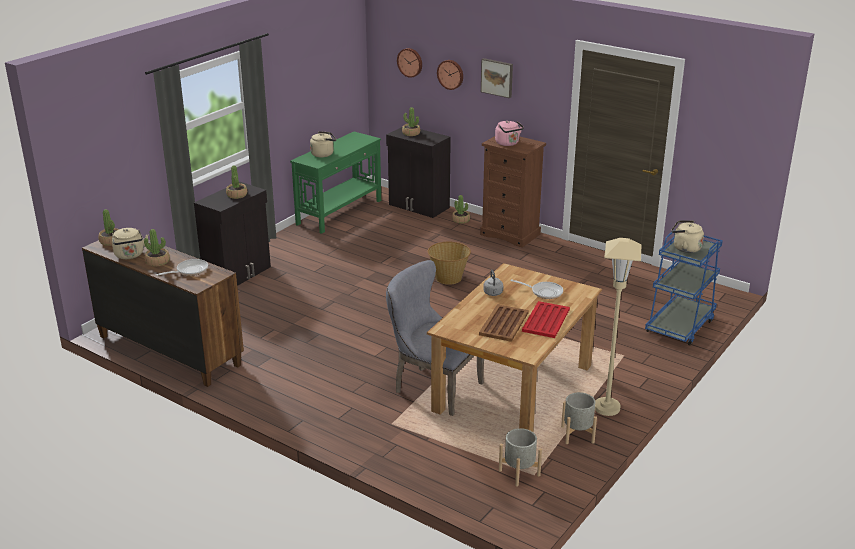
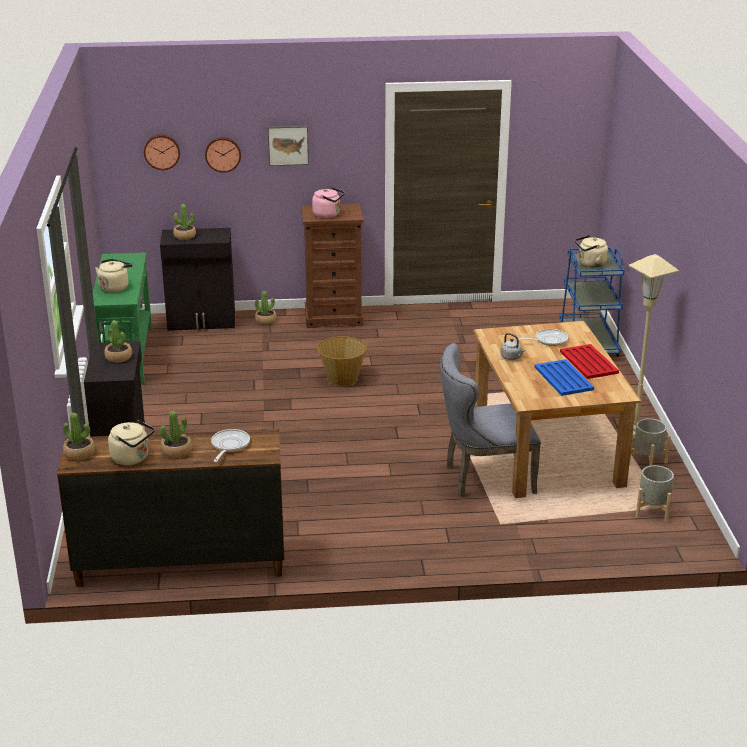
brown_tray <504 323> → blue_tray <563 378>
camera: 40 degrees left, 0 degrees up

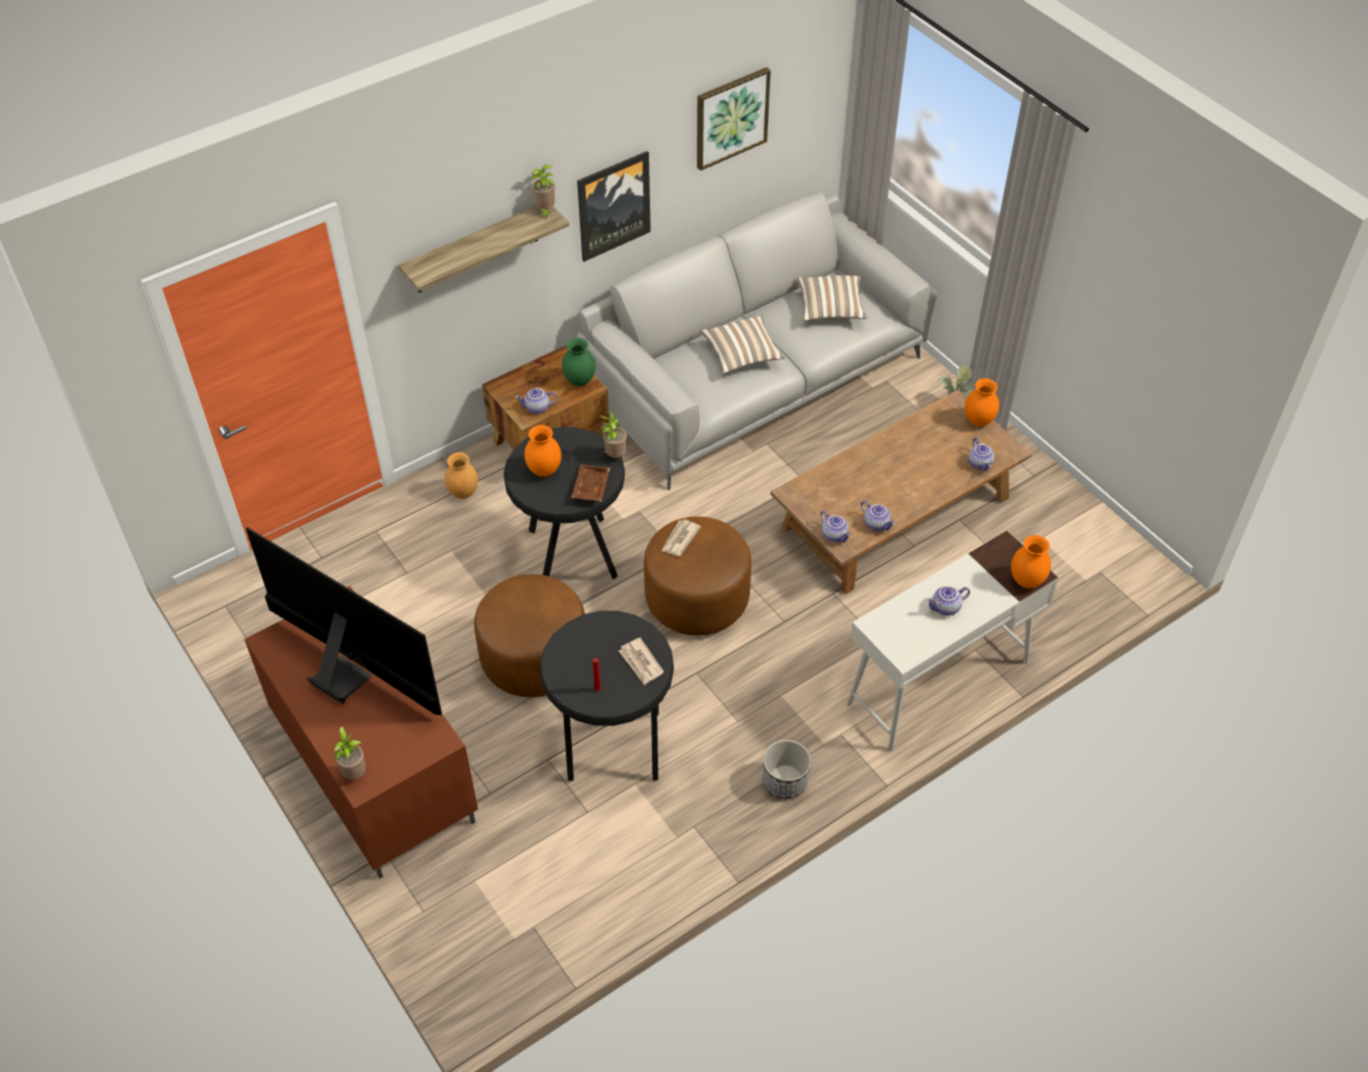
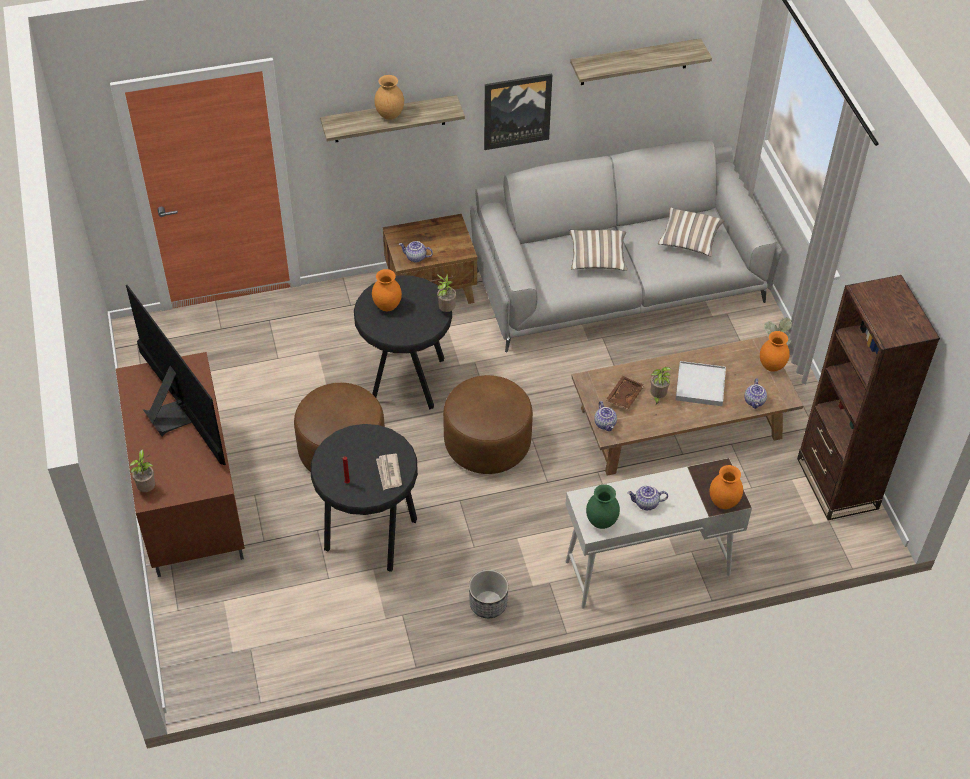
brown_vase <463 492> → brown_vase <390 115>, shifted
picture <731 117> → shelf <634 62>
green_vase <580 381> → green_vase <602 522>, shifted
brown_tray <590 487> → brown_tray <623 396>, shifted
potted_plant <545 211> → potted_plant <657 397>, shifted
- → white_tray <700 385>
- → brown_bookcase <837 483>
newspaper <680 539> → -
teapot <877 524> → -
camera: 20 degrees right, 0 degrees up

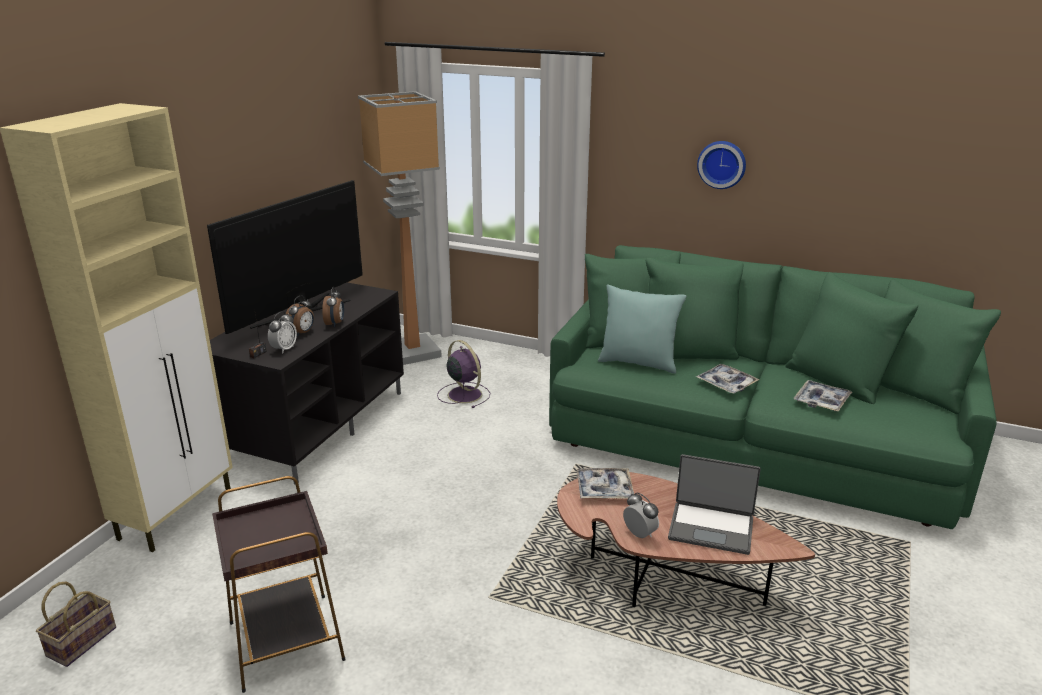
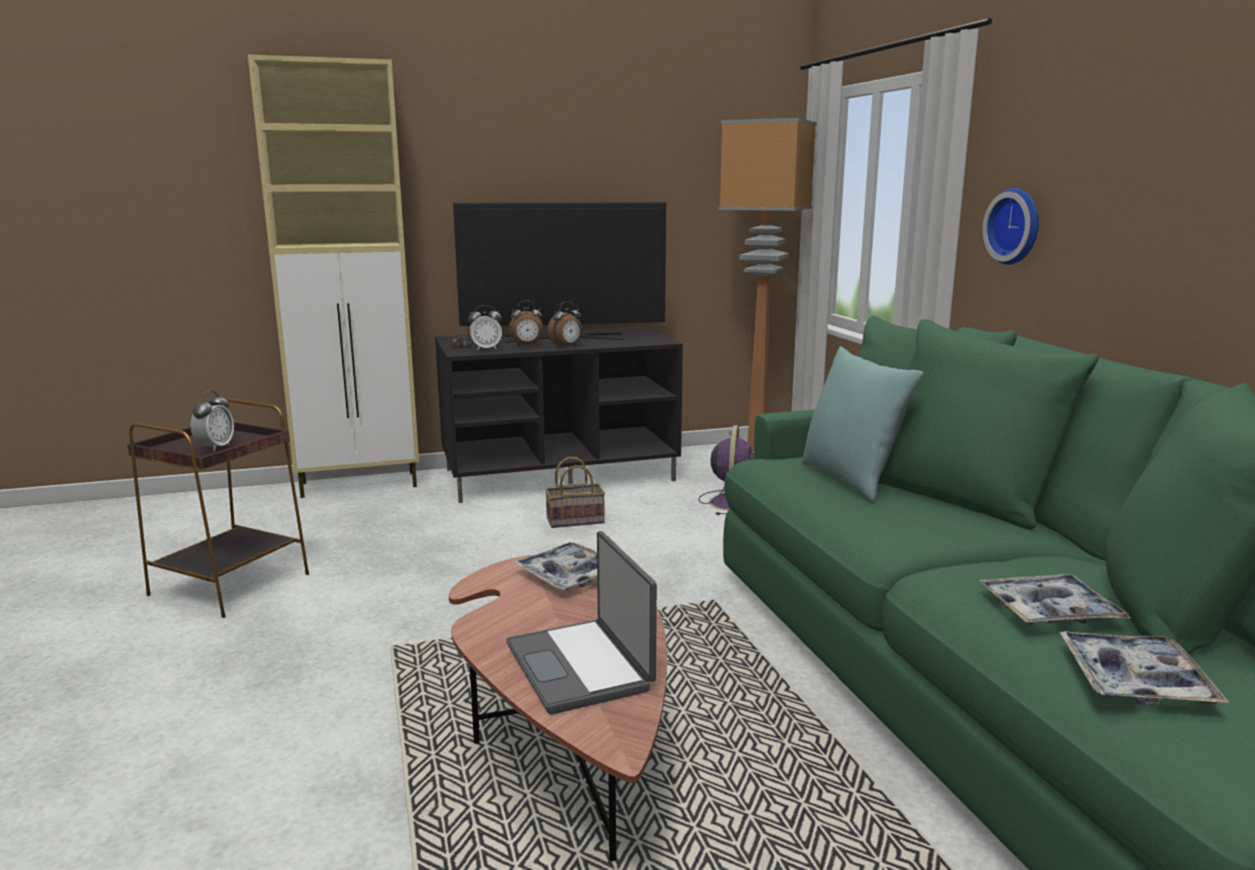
alarm_clock <639 534> → alarm_clock <215 448>, shifted
basket <82 640> → basket <576 520>, shifted
wall_clock <722 164> → wall_clock <1016 226>, shifted
tray <726 384> → tray <1134 680>, shifted
camera: 50 degrees right, 10 degrees down

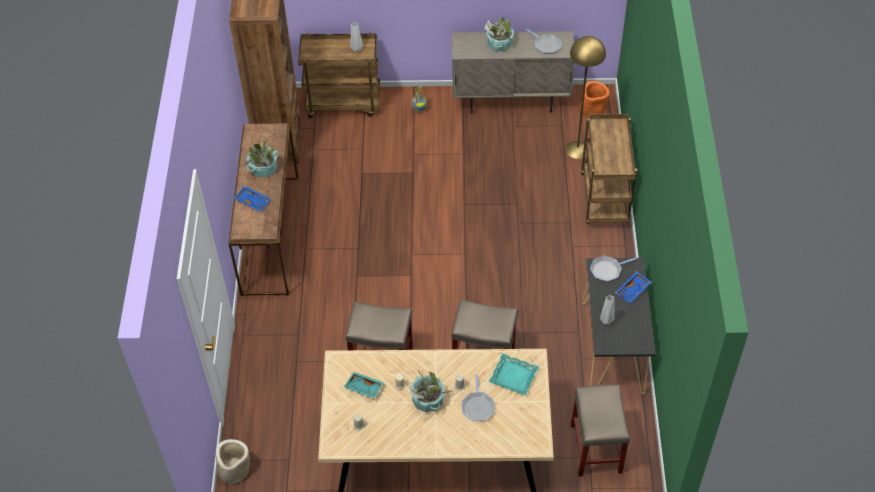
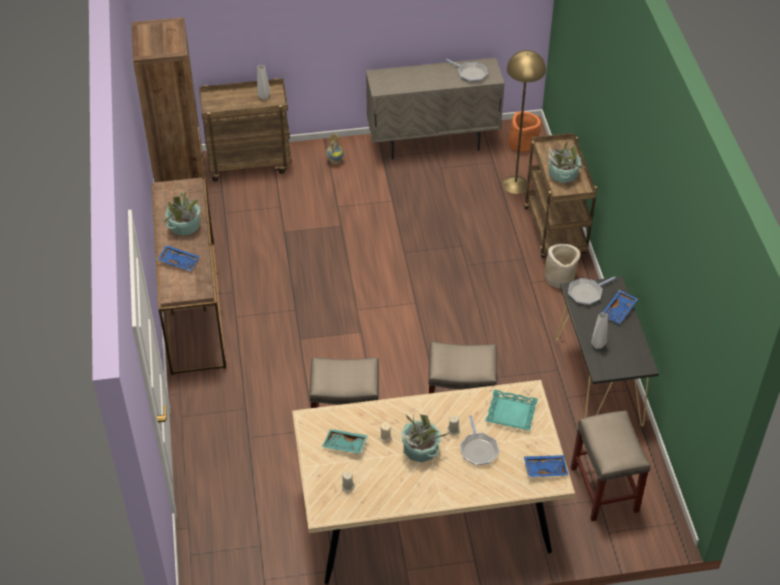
- → blue_tray <545 468>
beige_planter <234 470> → beige_planter <560 278>, shifted
potted_plant <499 44> → potted_plant <563 174>, shifted
camera: 10 degrees left, 5 degrees down

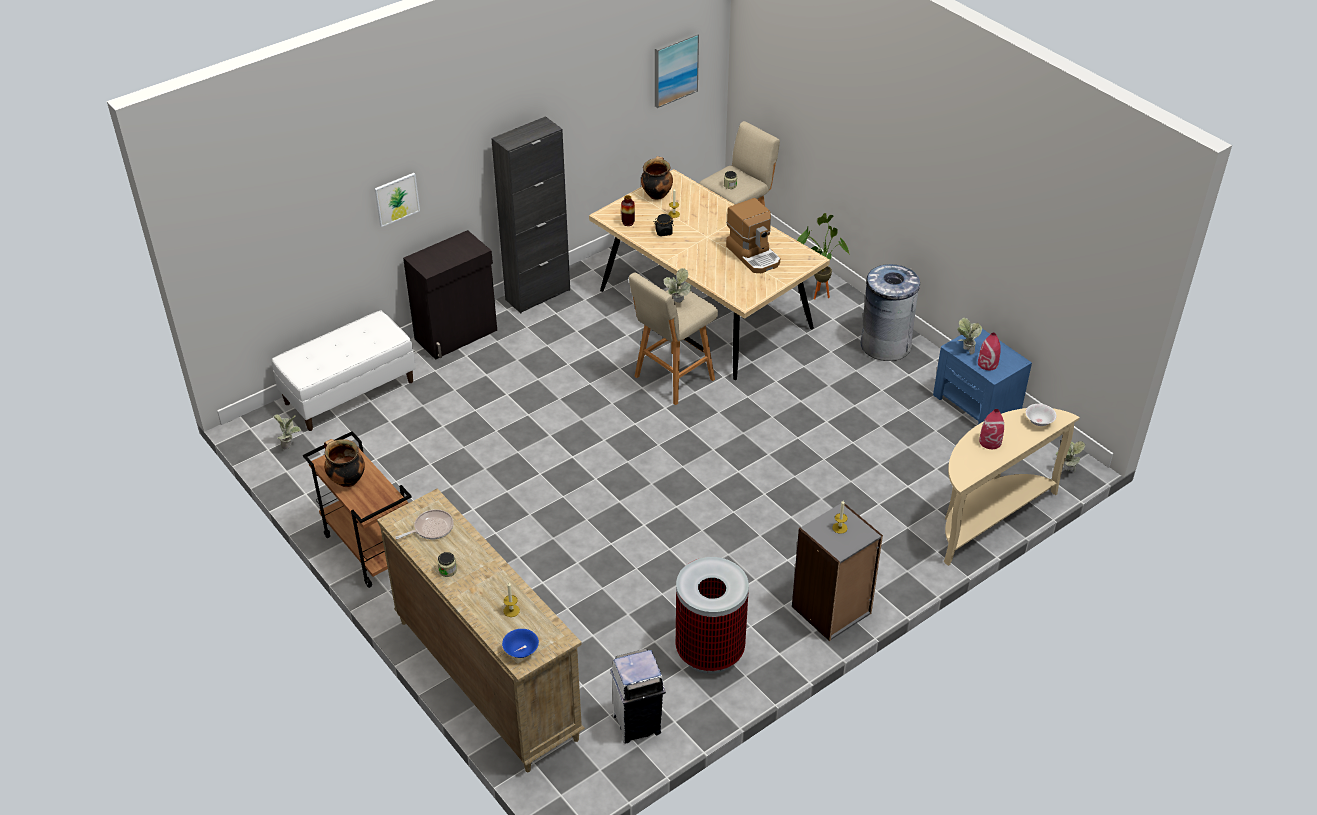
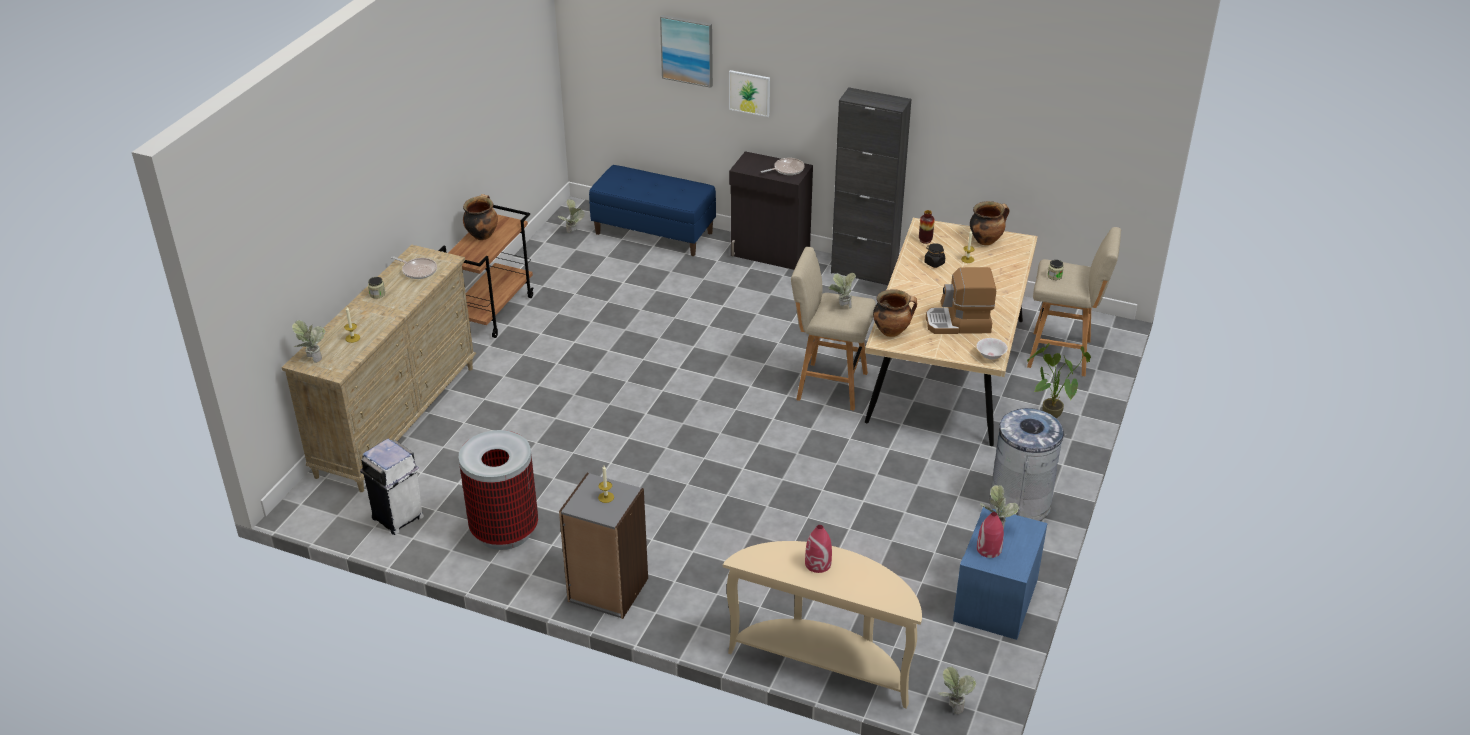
blue_bowl <521 651> → potted_plant <312 358>
white_bench <349 392> → blue_bench <654 233>
picture <675 69> → picture <687 50>, shifted
- → frying_pan <787 169>
- → cooking_pot <892 331>
coffee_machine <754 255> → coffee_machine <958 324>, 60 degrees clockwise
white_bowl <1038 421> → white_bowl <990 356>, shifted
camera: 60 degrees right, 5 degrees down

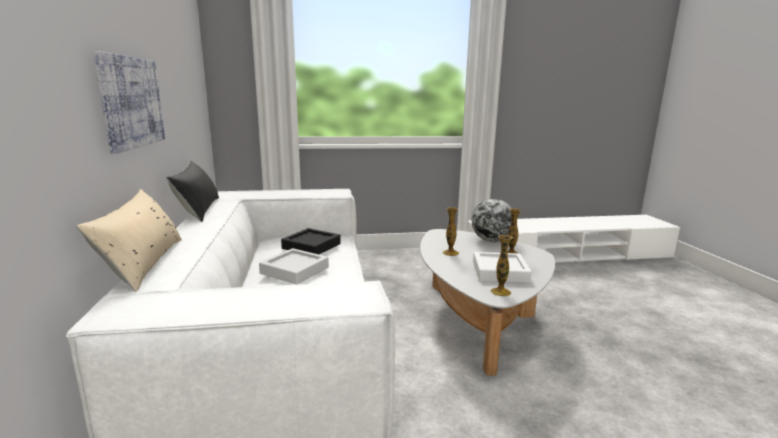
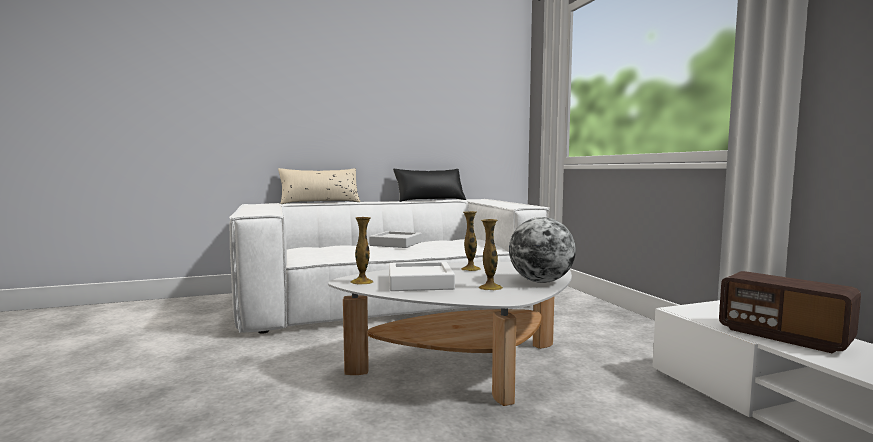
- → radio <783 336>
picture <131 102> → -
black_tray <311 246> → -
camera: 80 degrees right, 10 degrees down

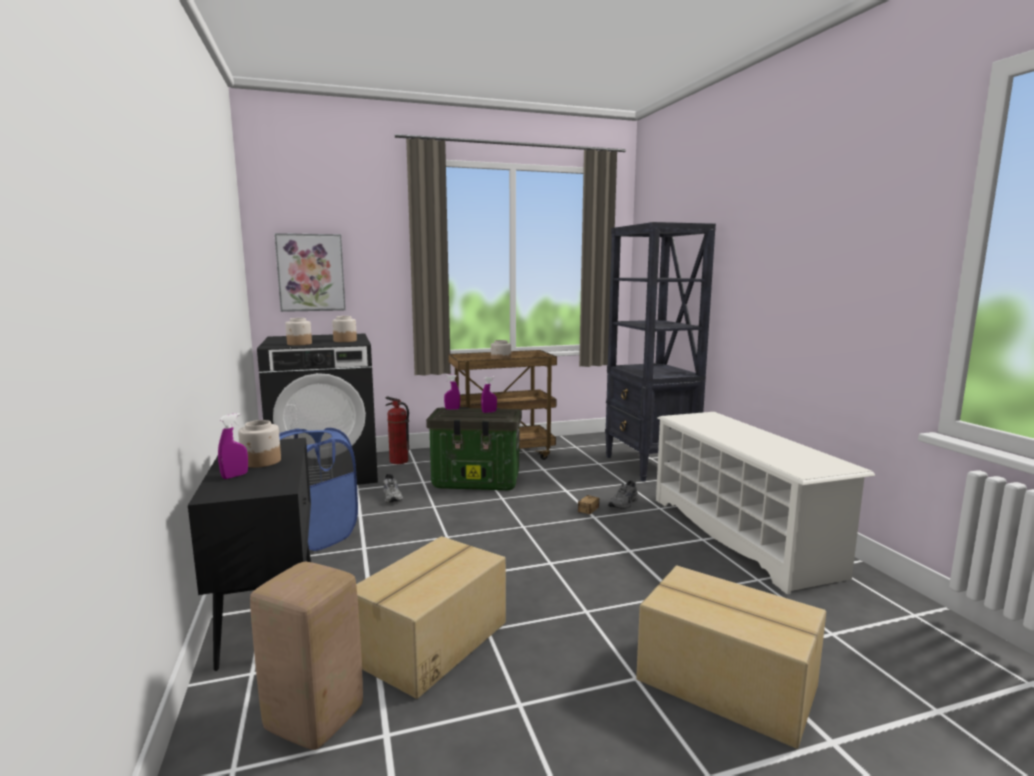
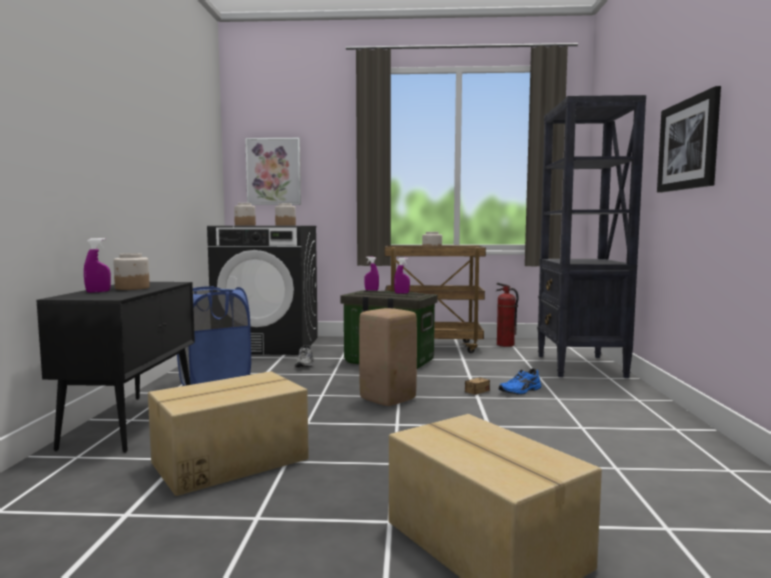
beige_stool <314 720> → beige_stool <388 400>, shifted
fire_extinguisher <398 461> → fire_extinguisher <505 345>, shifted
grey_shoe <624 503> → blue_shoe <521 391>
- → picture <688 144>
white_shoe_rack <741 535> → -
camera: 20 degrees right, 5 degrees down

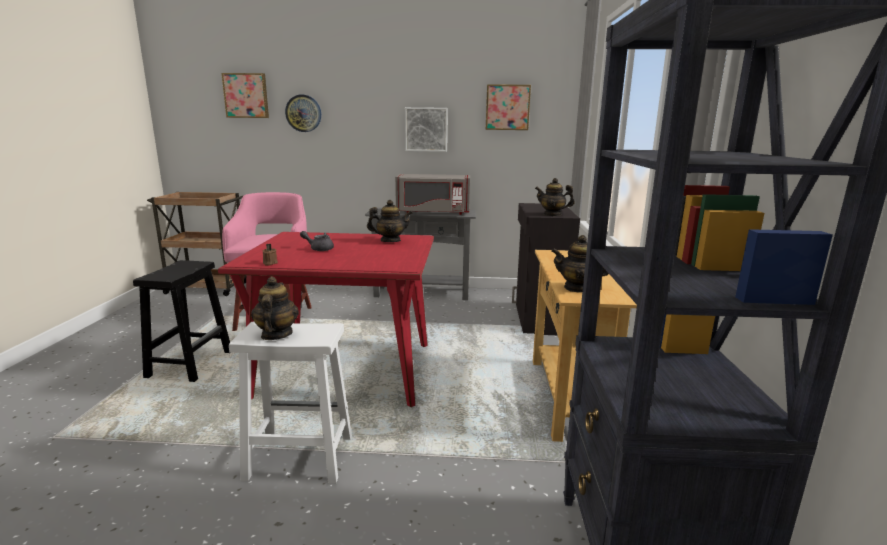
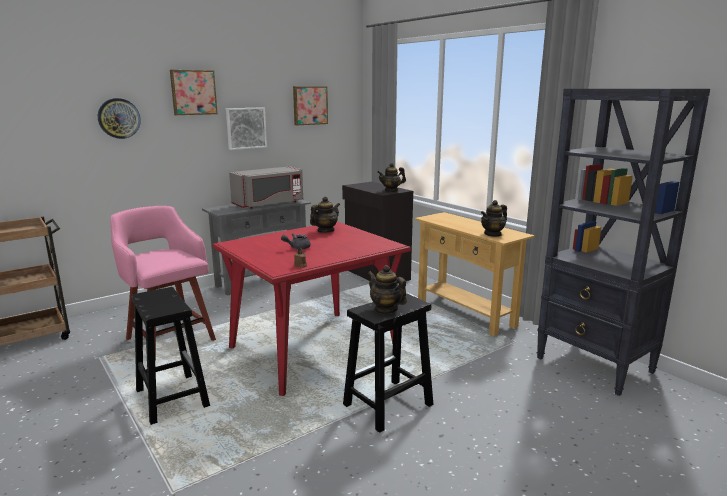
picture <246 96> → picture <193 92>, shifted
white_stool <297 457> → black_stool <387 405>
camera: 40 degrees left, 0 degrees up

